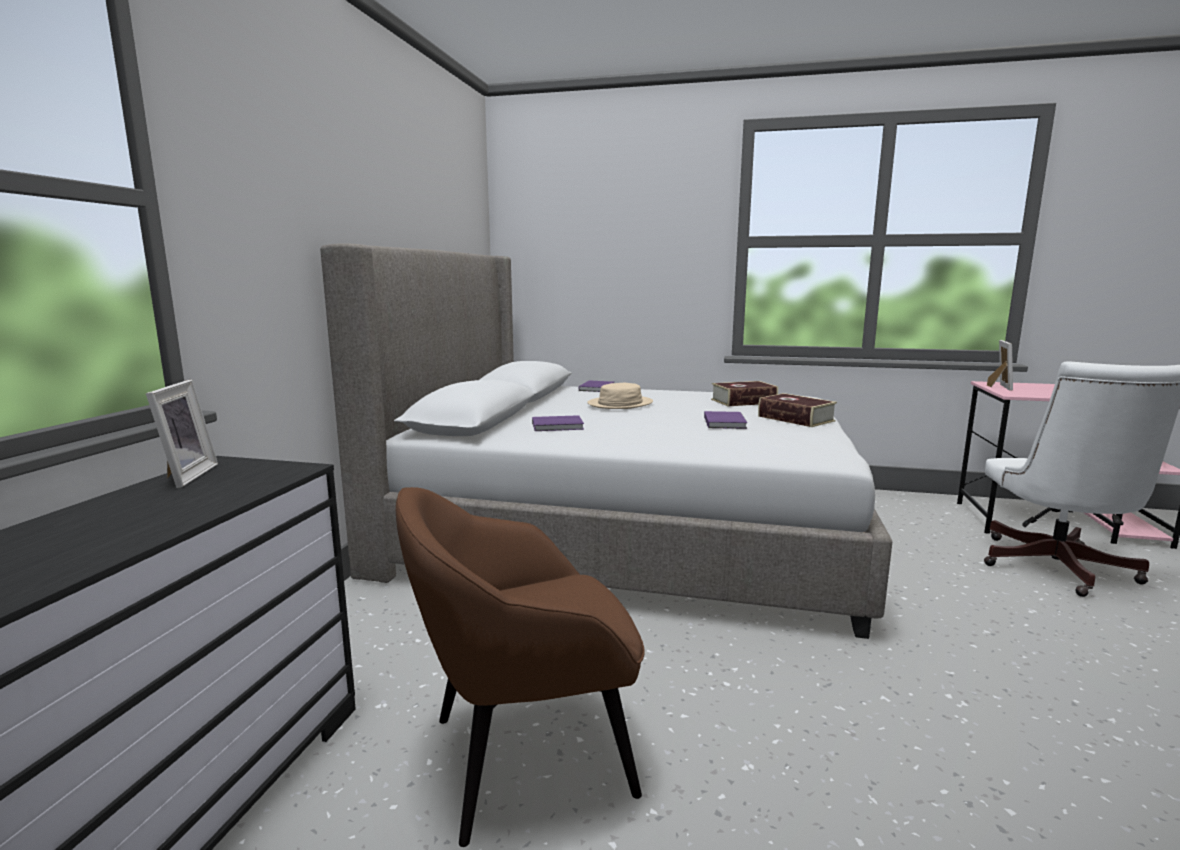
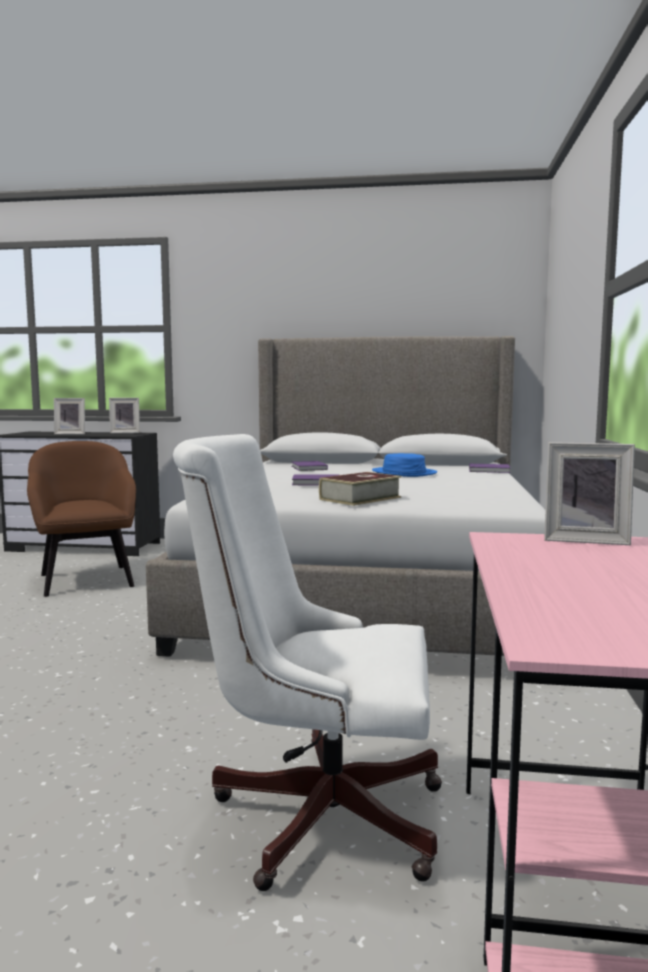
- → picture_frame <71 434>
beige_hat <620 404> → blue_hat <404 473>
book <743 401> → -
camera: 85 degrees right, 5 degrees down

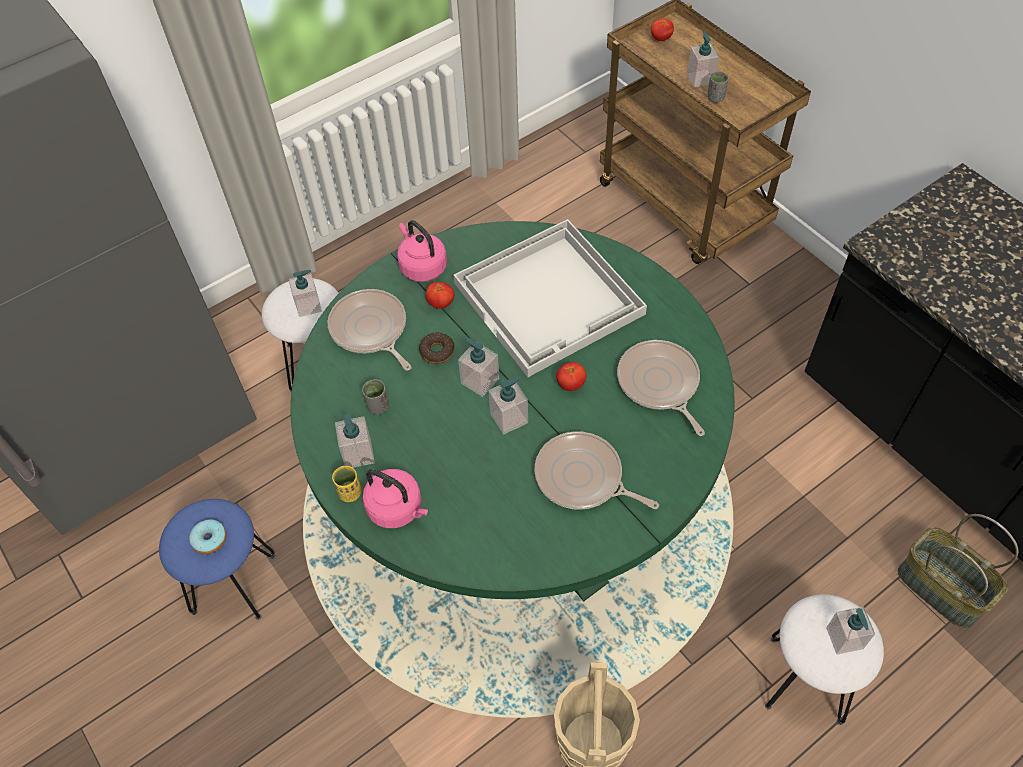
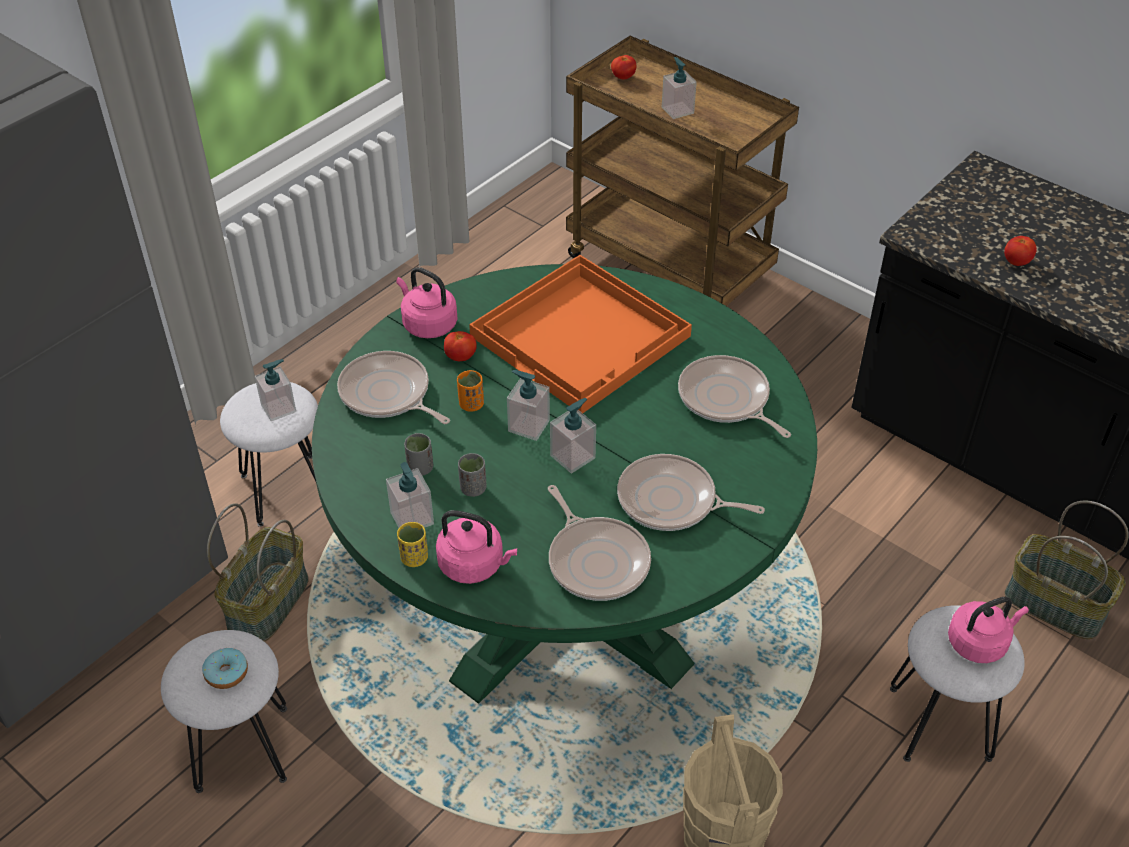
blue_stool <233 583> → white_stool <241 748>
- → basket <267 602>
donut <437 351> → orange_cup <471 404>
grey_cup <715 98> → grey_cup <473 488>, shifted
white_tray <550 299> → orange_tray <582 336>
- → frying_pan <596 560>
soap_dispenser <844 638> → pink_kettle <979 643>
tomato <570 384> → tomato <1016 262>, shifted
camera: 15 degrees left, 10 degrees down

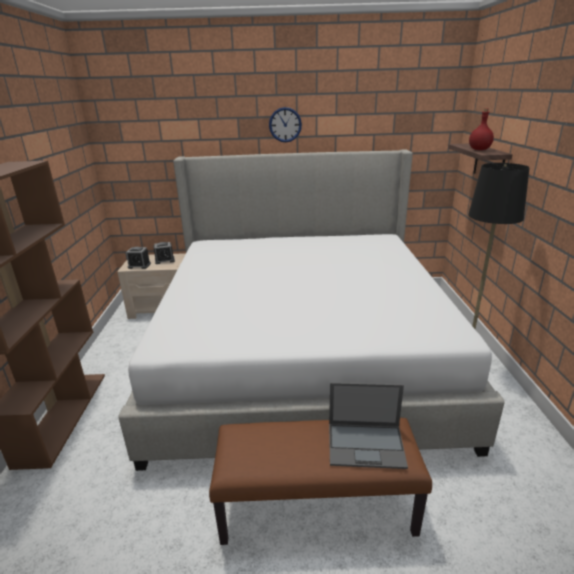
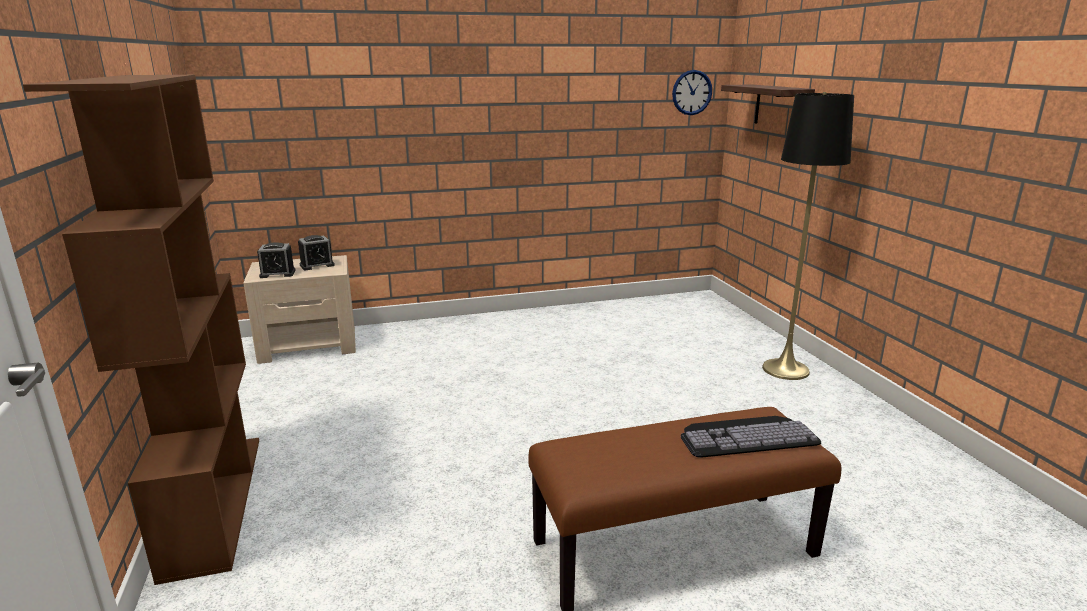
wall_clock <285 125> → wall_clock <692 92>, shifted
laptop <366 445> → keyboard <747 435>
bed <301 354> → -
red_bottle <479 150> → -
camera: 15 degrees left, 5 degrees down

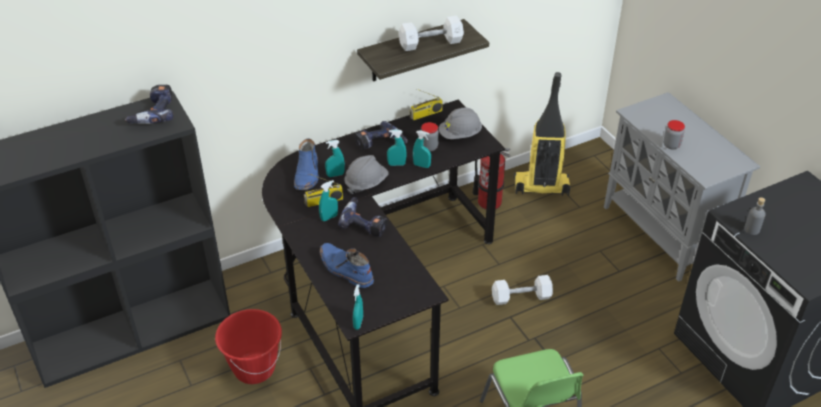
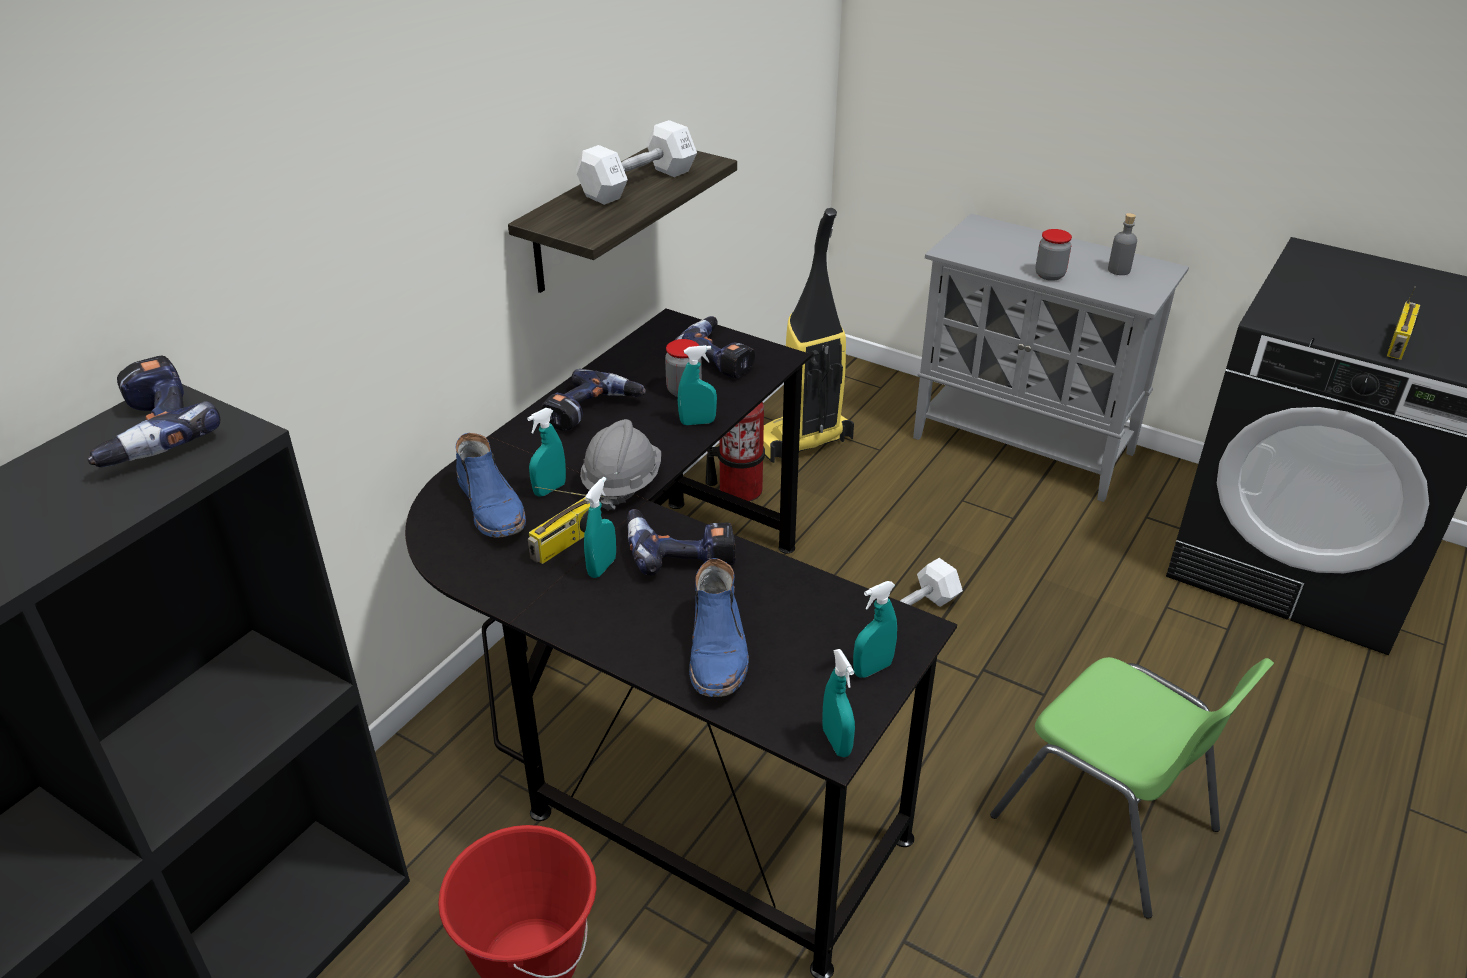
grey_hard_hat <460 135> → power_drill <719 357>
blue_boot <345 269> → blue_boot <718 650>, 105 degrees counterclockwise
turquoise_spray_bottle <396 164> → turquoise_spray_bottle <872 669>, shifted
grey_bottle <751 229> → grey_bottle <1119 270>, shifted
radio <426 114> → radio <1399 343>, shifted
camera: 30 degrees left, 5 degrees down

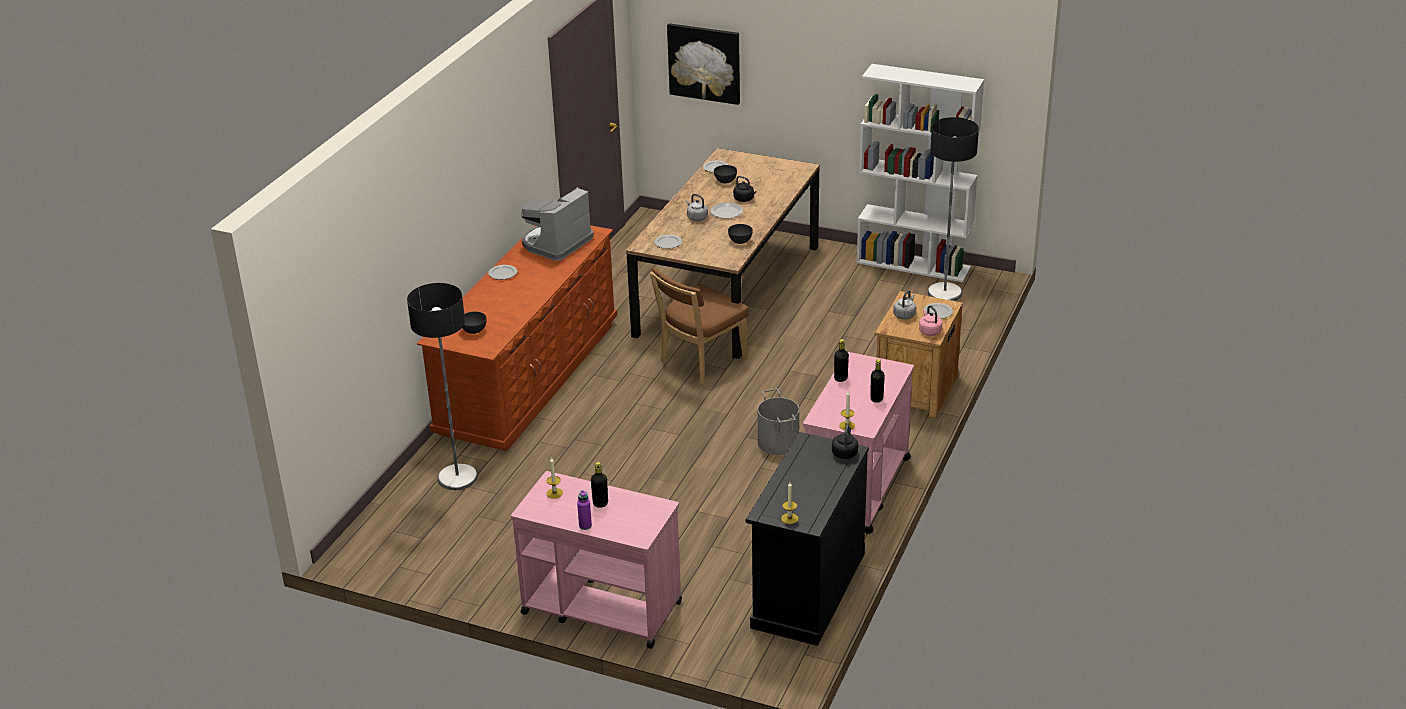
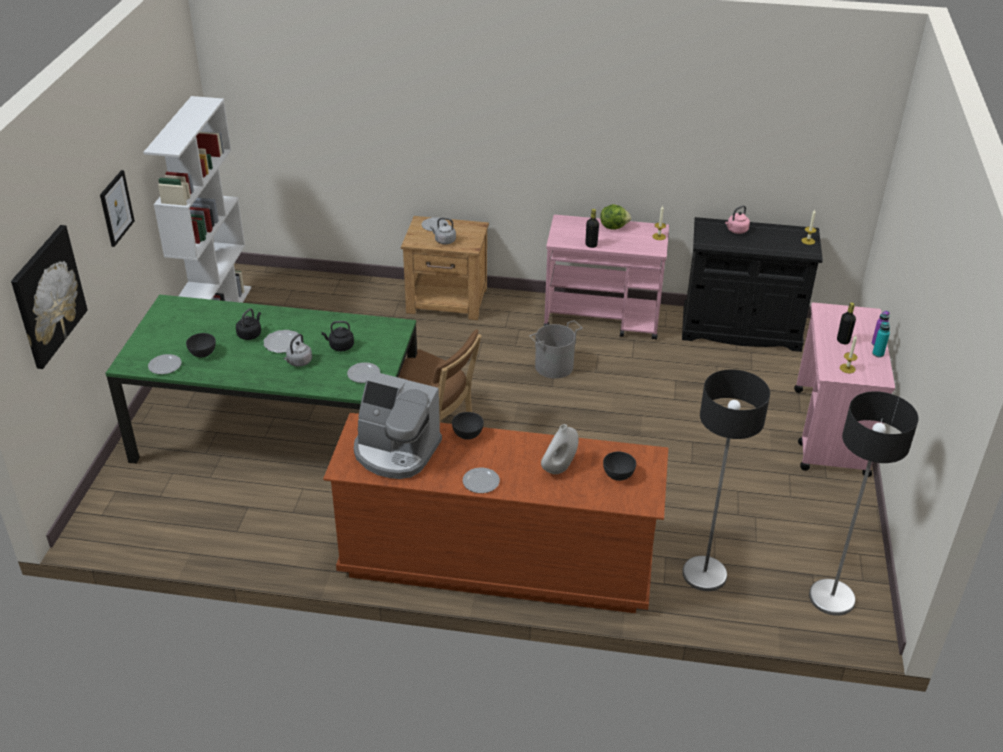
- → picture <116 208>
brown_dining_table <728 290> → green_dining_table <277 434>
black_kettle <845 452> → black_kettle <340 346>, shifted
grey_bowl <740 241> → grey_bowl <468 435>, shifted
- → white_vase <559 468>
black_bottle <876 399> → lettuce <613 226>
pink_kettle <929 331> → pink_kettle <736 230>, shifted
floor_lamp <944 293> → floor_lamp <832 597>, shifted
- → turquoise_bottle <878 354>
camera: 105 degrees left, 5 degrees up

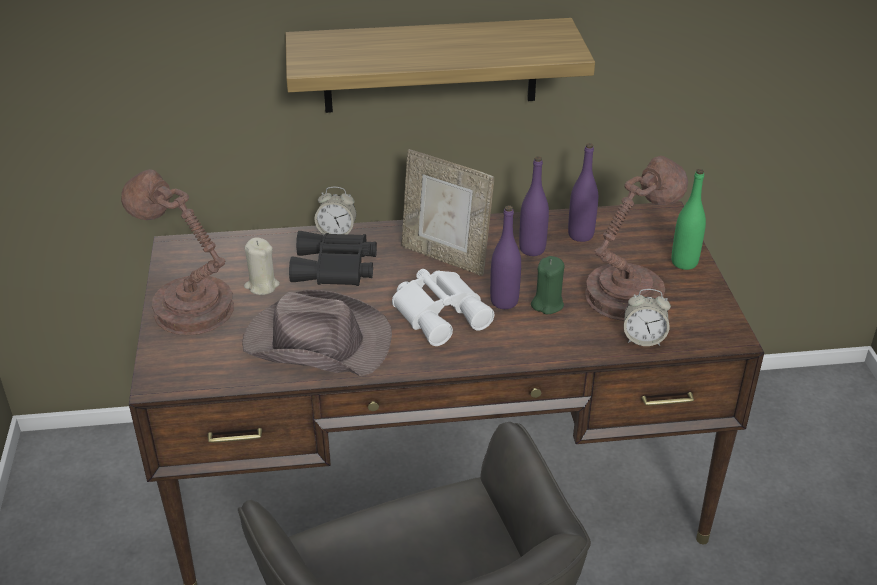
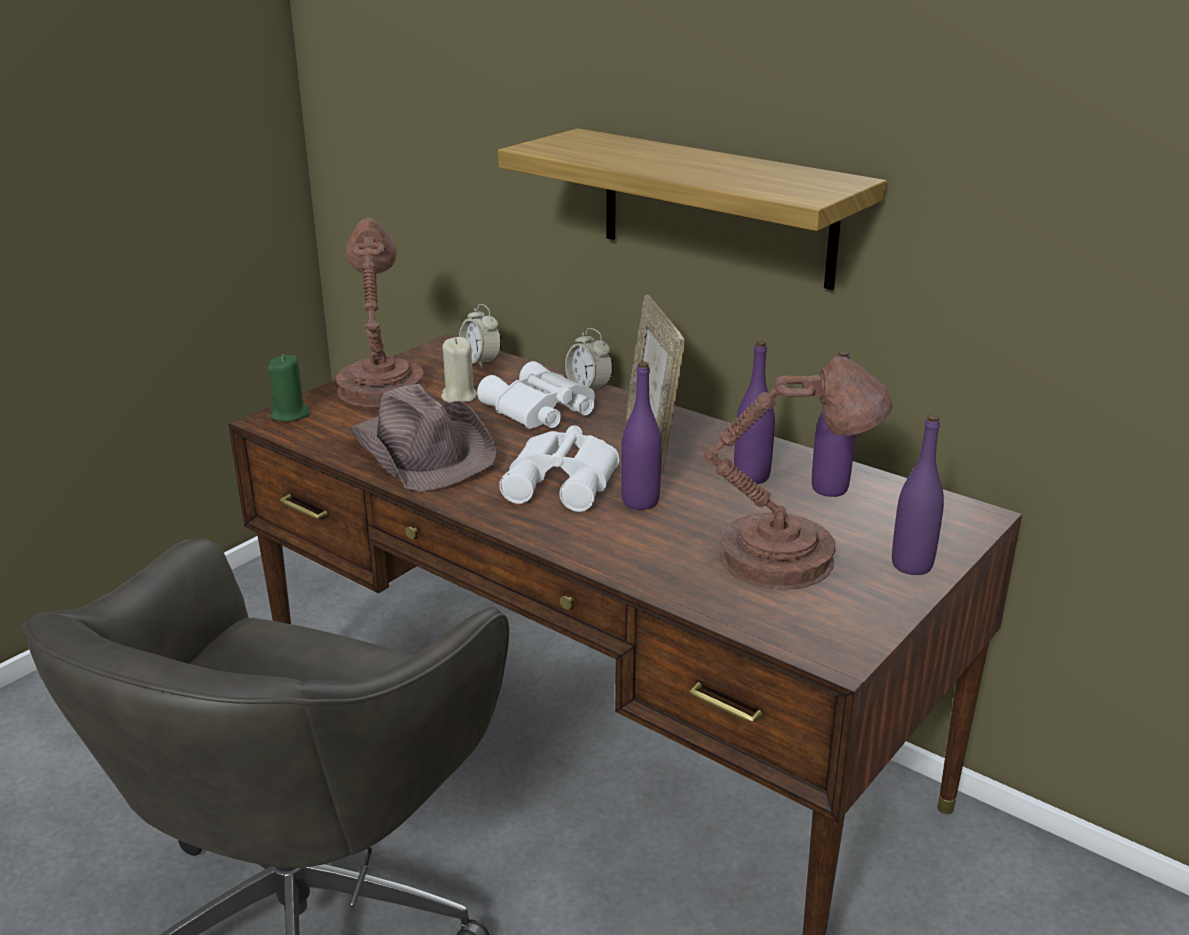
green_candle <547 304> → green_candle <290 414>, shifted
alarm_clock <643 339> → alarm_clock <480 362>, shifted
black_binoculars <336 268> → white_binoculars <538 411>
green_bottle <684 262> → purple_bottle <911 565>
camera: 45 degrees right, 10 degrees down

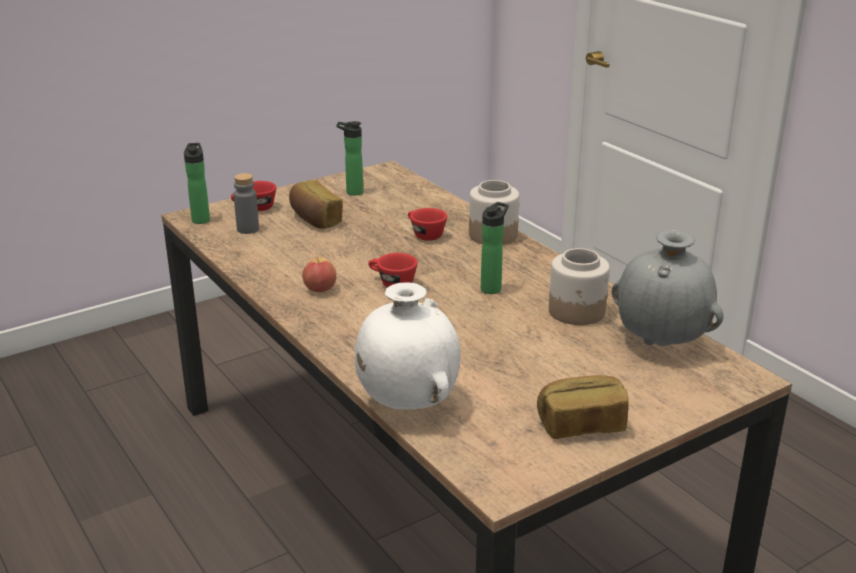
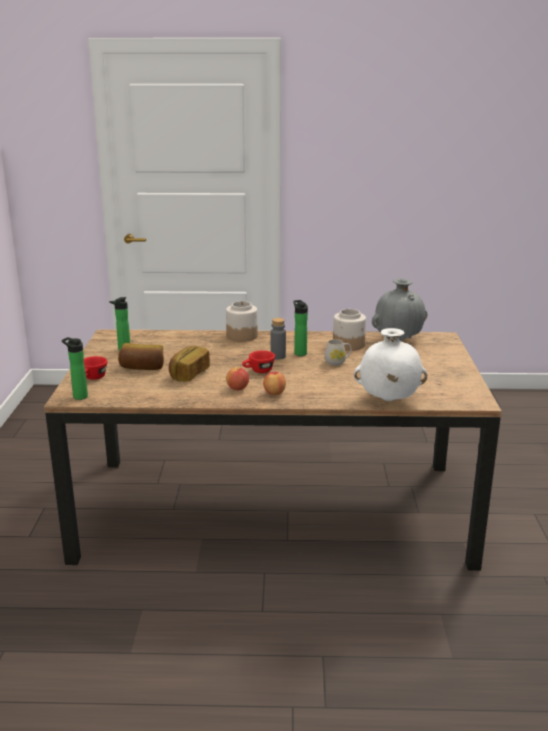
bread <581 425> → bread <188 374>, shifted
- → apple <274 393>
grey_bottle <248 229> → grey_bottle <278 356>, shifted
- → white_mug <337 362>
red_cup <424 235> → -
camera: 55 degrees left, 5 degrees down

